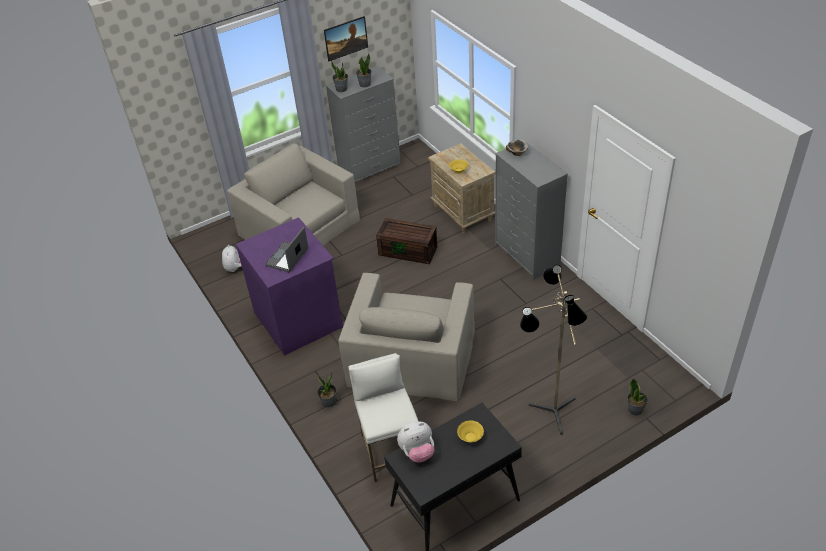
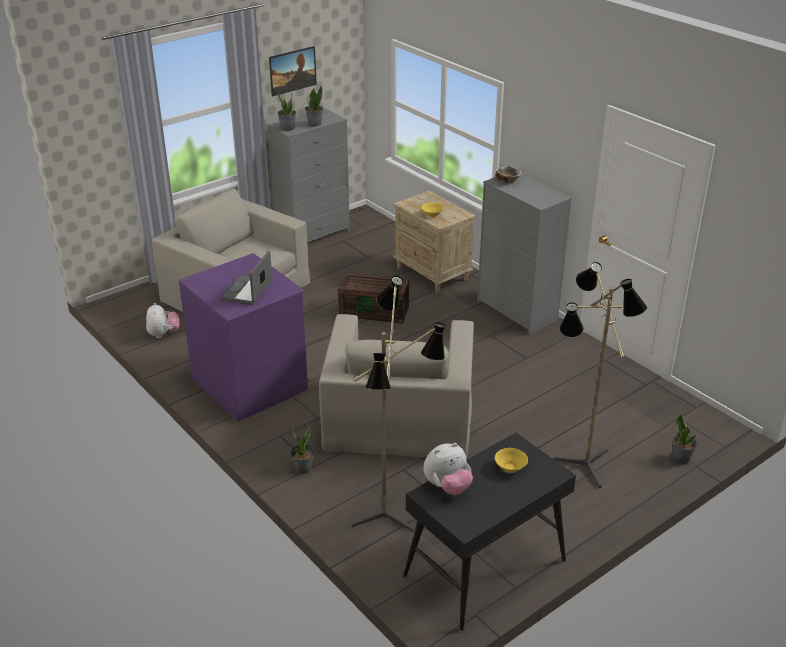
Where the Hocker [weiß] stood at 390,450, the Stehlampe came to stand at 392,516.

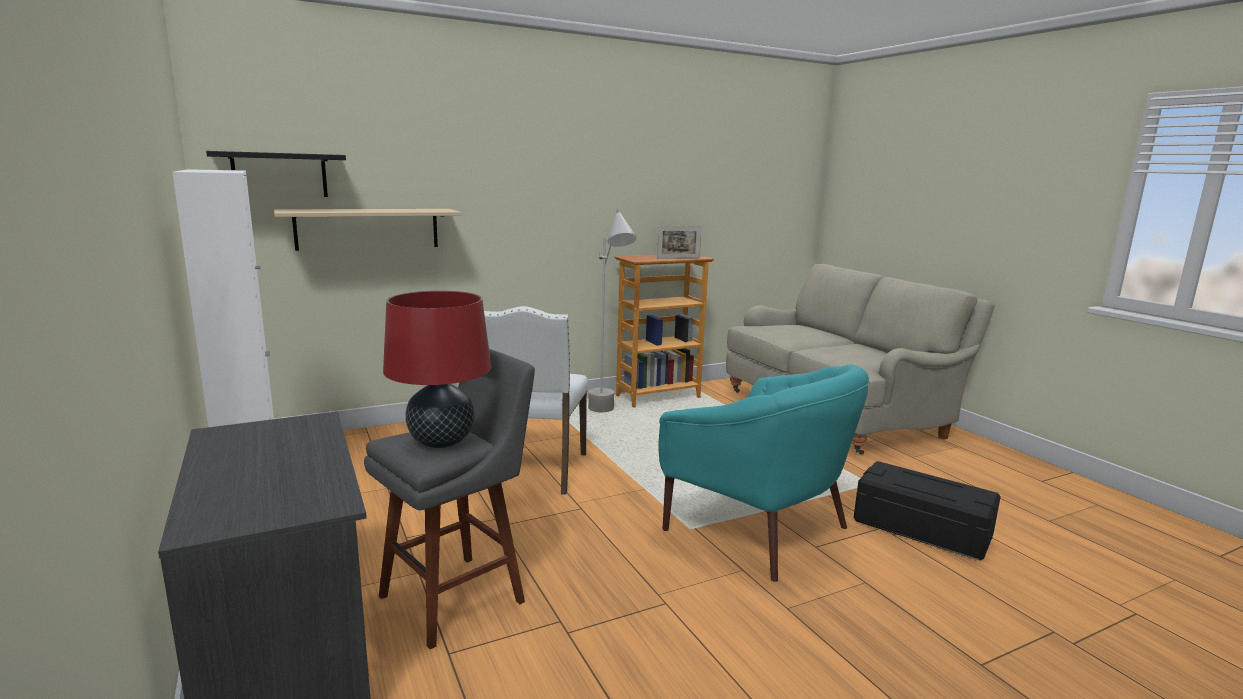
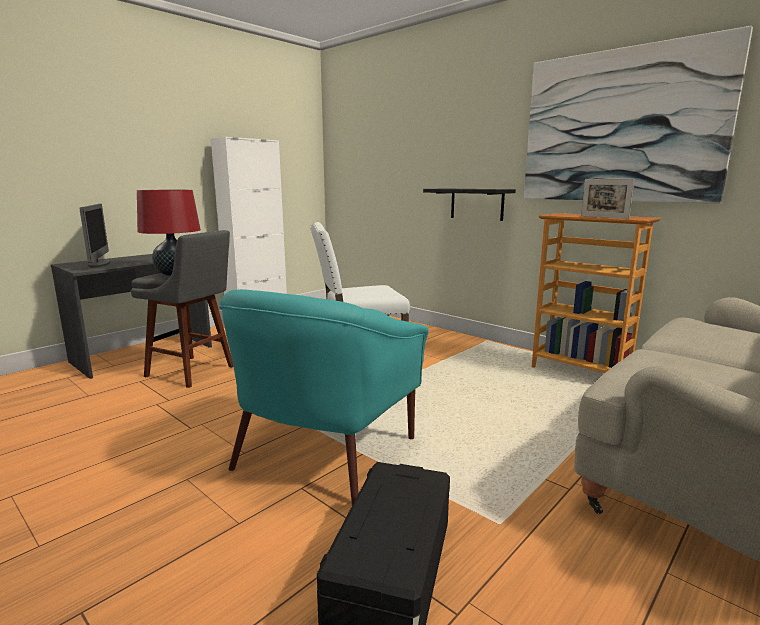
The Wandregal [schwarz] ended up elsewhere, having gone from 280,175 to 477,204. The second view lost the Wandregal [beige] at 368,228. The second view lost the Stehlampe [grau] at 608,415. The second view gained the Monitor at 99,264. The second view gained the Bild at 620,127.

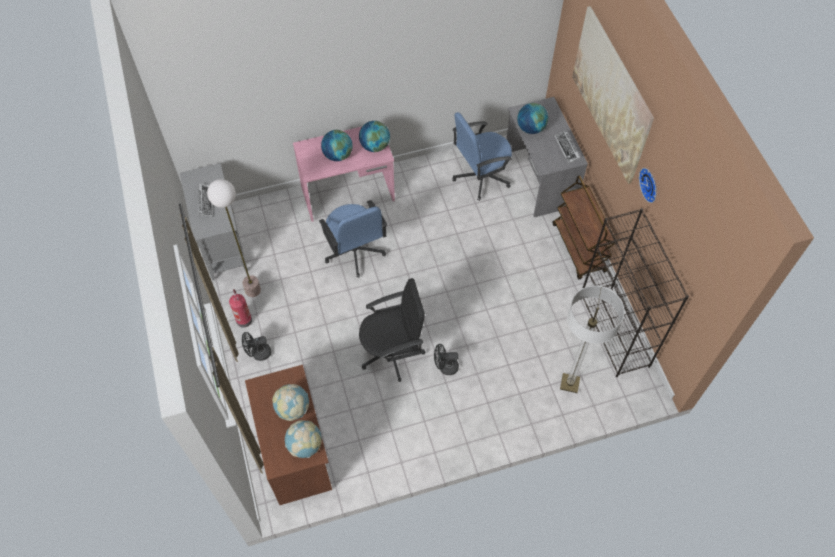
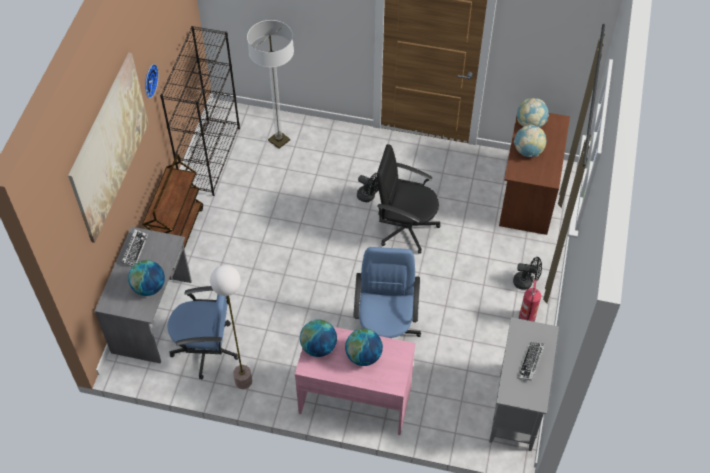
The Stehlampe ended up elsewhere, having gone from 252,290 to 243,381.

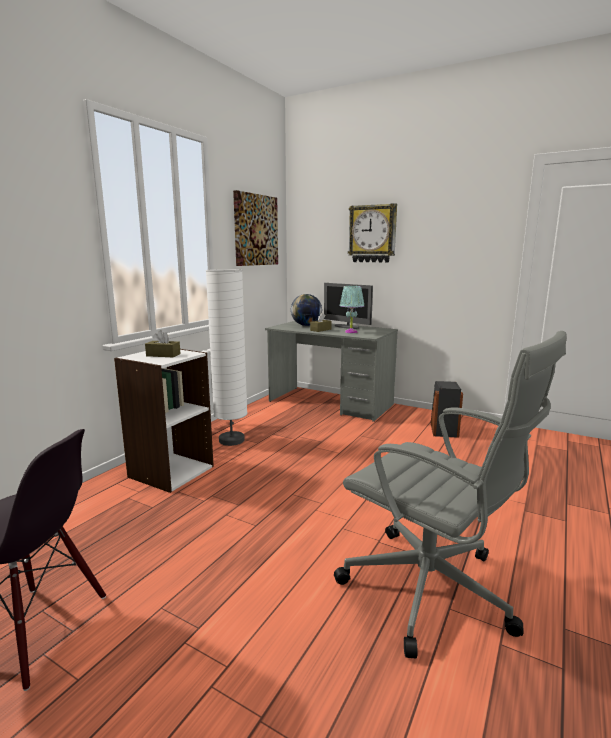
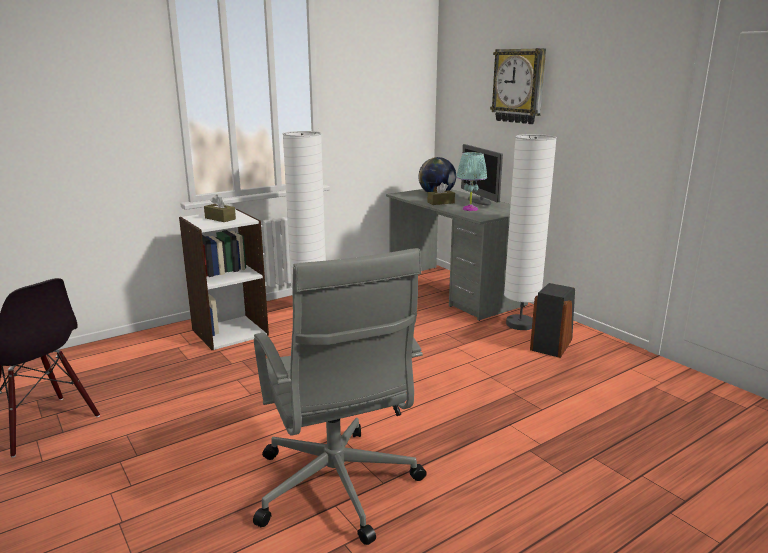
The second view lost the Bild at 255,230. The second view gained the Stehlampe [weiß] at 520,324.

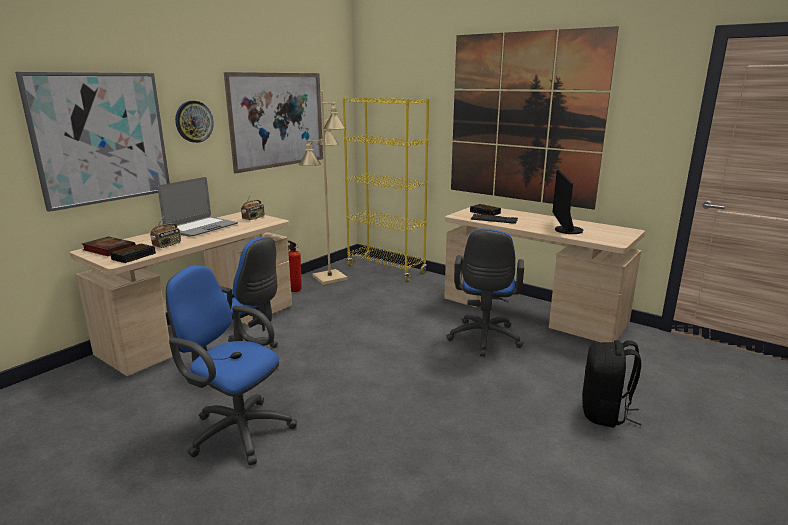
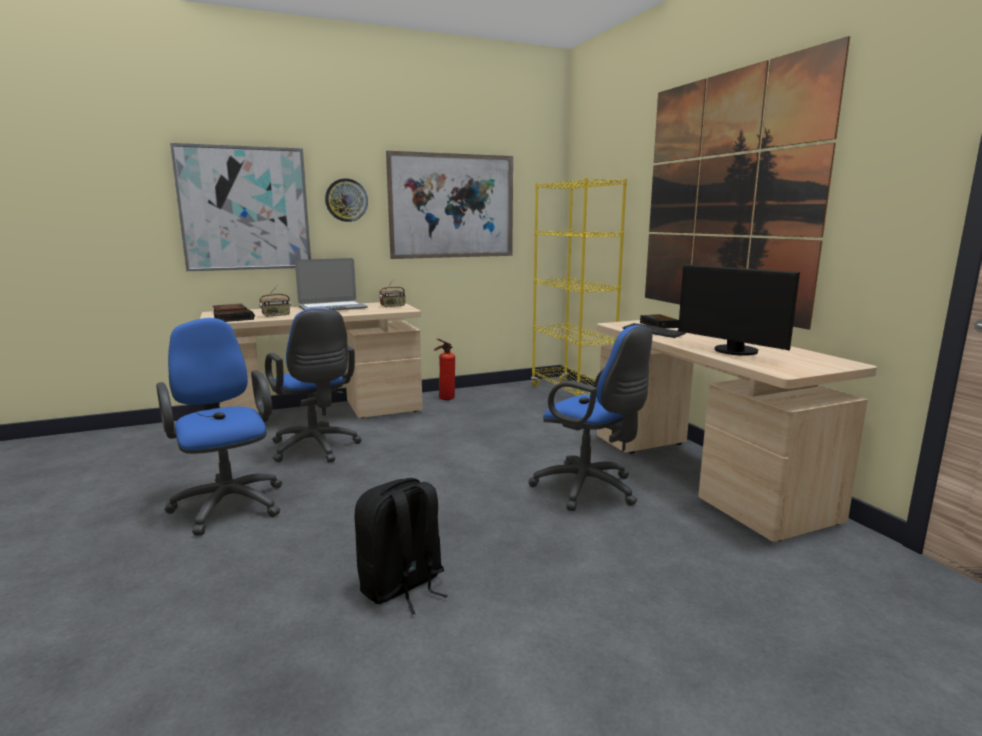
The second view lost the Stehlampe [beige] at 329,278. The Bürostuhl [blau] at 484,340 ended up facing another way, 90 degrees counterclockwise from before. The Monitor at 565,230 ended up facing another way, 75 degrees counterclockwise from before. The Rucksack [schwarz] ended up elsewhere, having gone from 605,413 to 402,587.

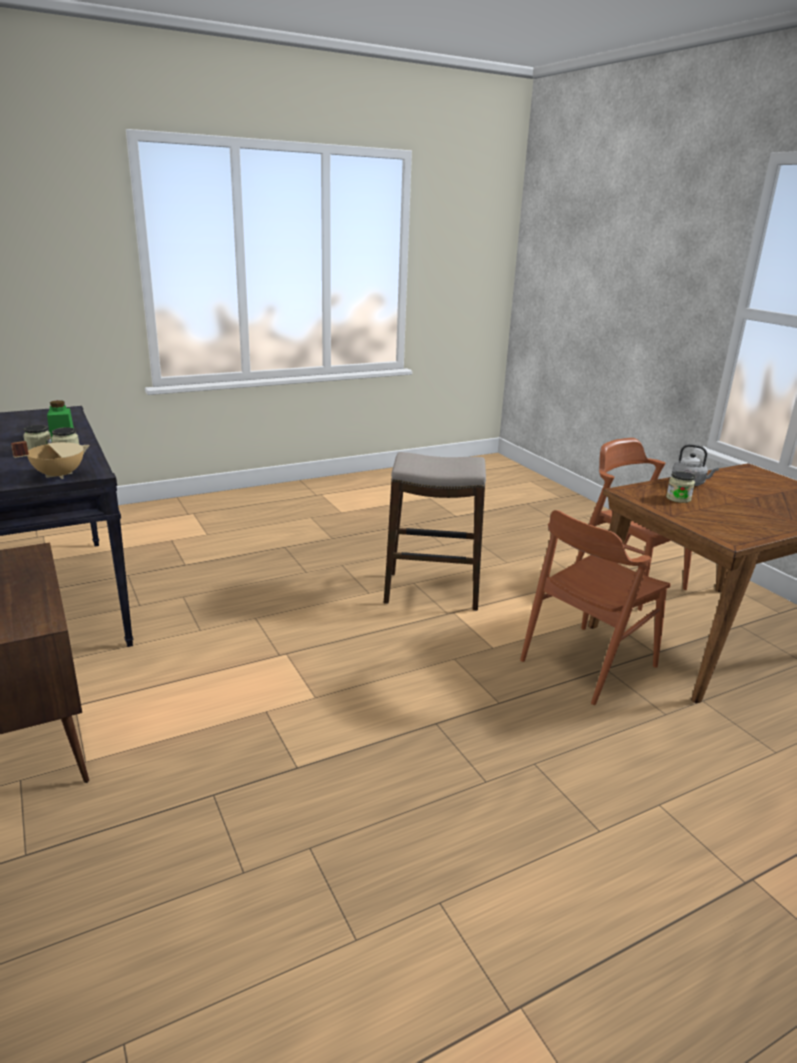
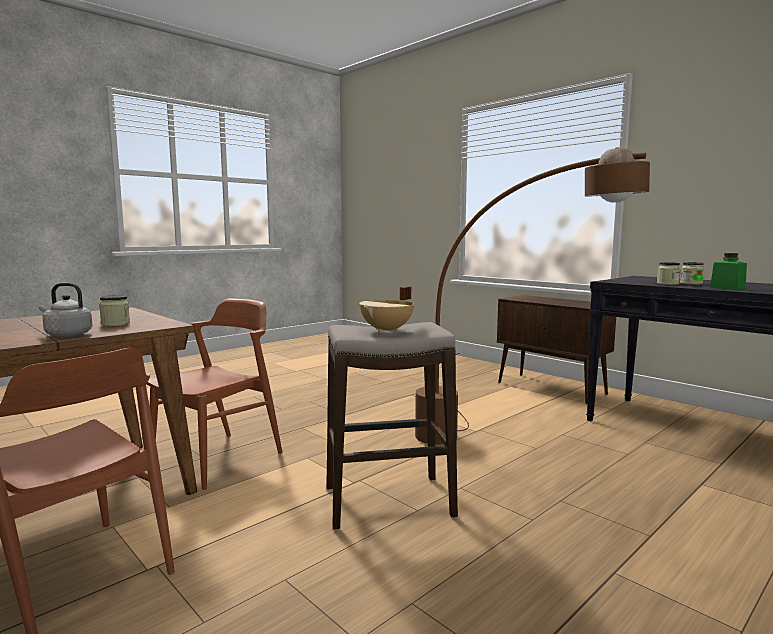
The Kochtopf [beige] ended up elsewhere, having gone from 58,475 to 387,330. The second view gained the Stehlampe [braun] at 492,442.

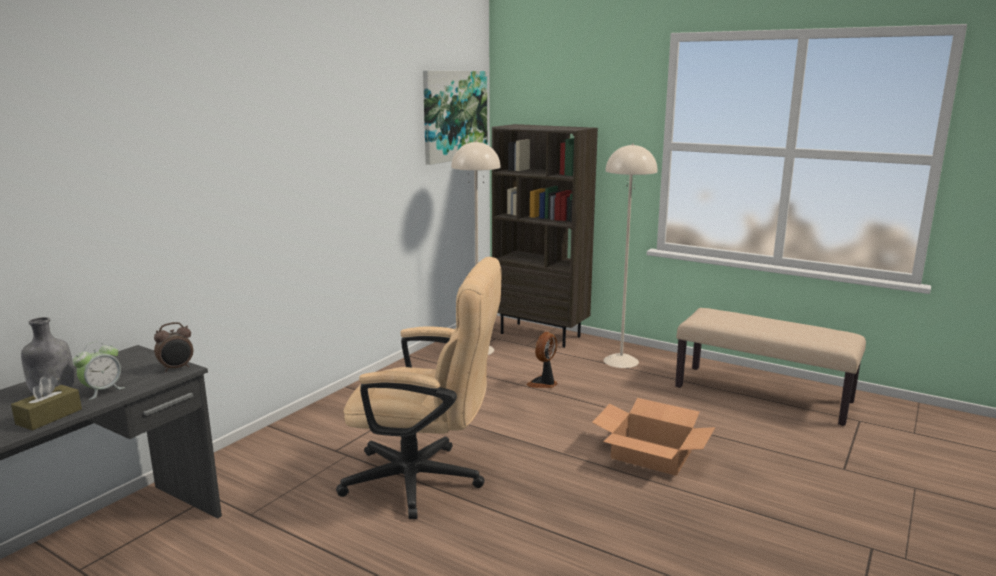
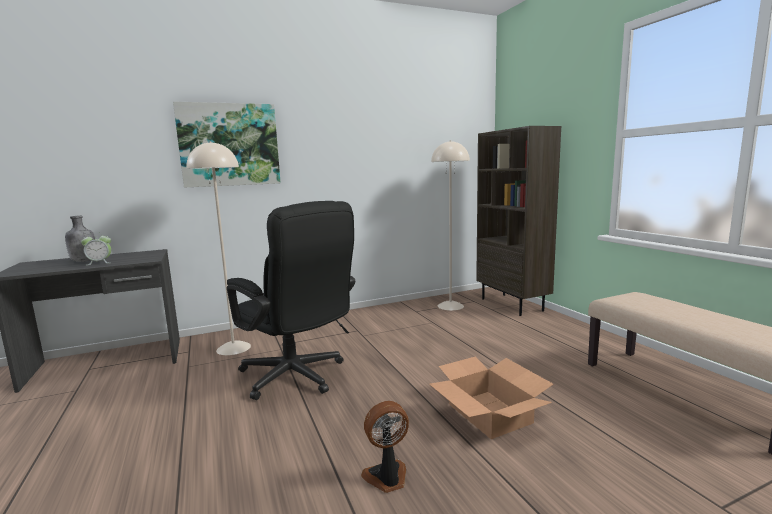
The second view lost the Taschentuchbox [braun] at 49,417. The second view lost the Wecker at 177,368. What was the Bürostuhl [beige] at 426,481 turned into the Bürostuhl [schwarz] at 298,378. The Bild ended up elsewhere, having gone from 454,115 to 229,145. The Ventilator ended up elsewhere, having gone from 544,383 to 387,478. The Stehlampe [beige] ended up elsewhere, having gone from 620,361 to 233,348.

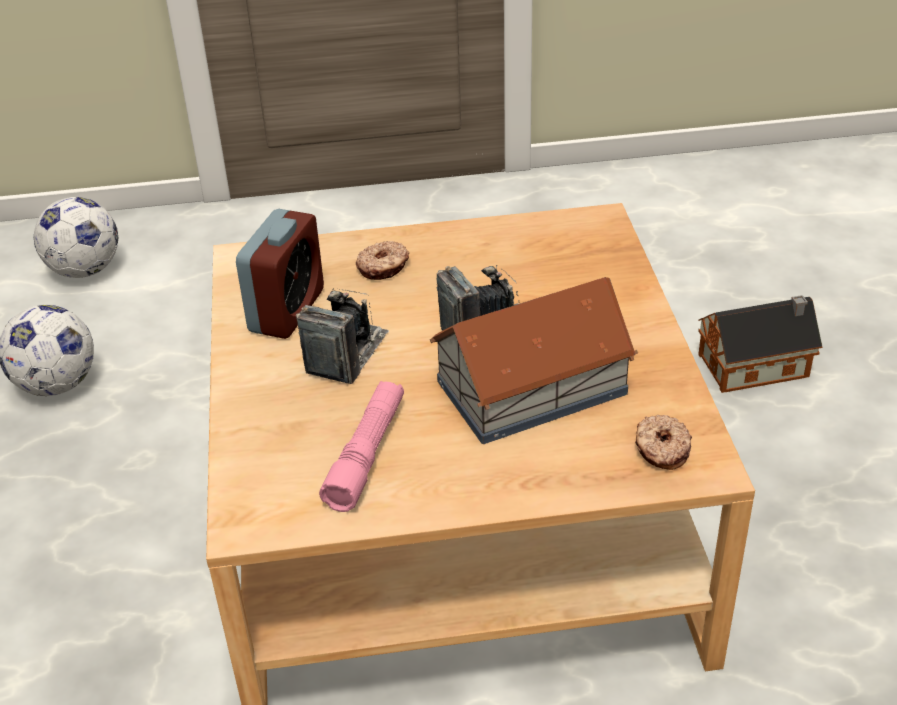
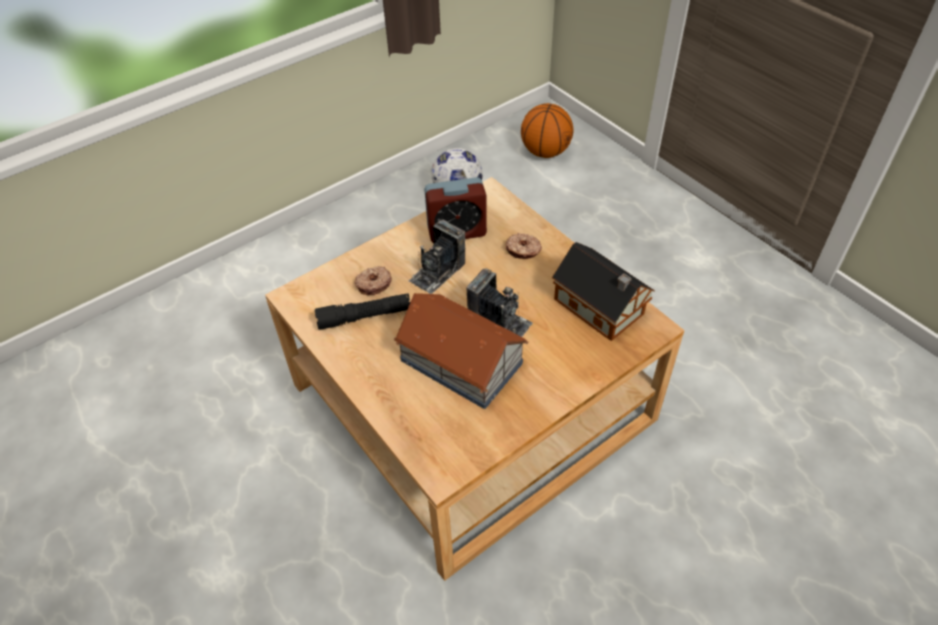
Where the Fußball stood at 85,270, the Basketball came to stand at 545,152. The Kamera at 347,354 ended up facing another way, 135 degrees clockwise from before. What was the Taschenlampe [rosa] at 367,454 turned into the Taschenlampe [schwarz] at 365,317. The Donut ended up elsewhere, having gone from 661,449 to 373,284. The Spielzeughaus ended up elsewhere, having gone from 758,365 to 601,309.

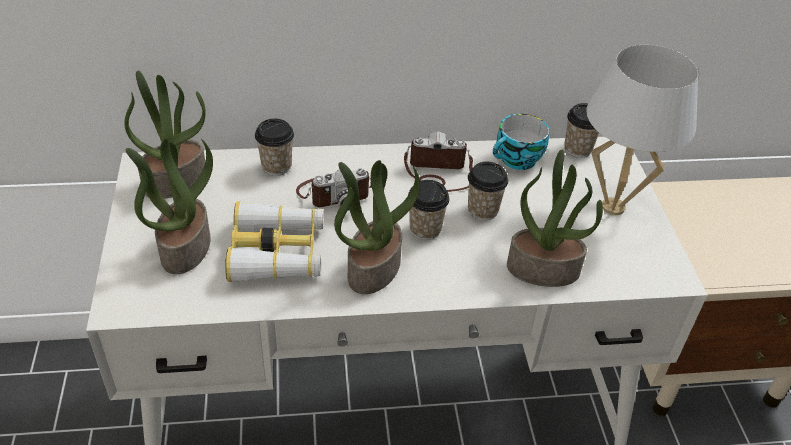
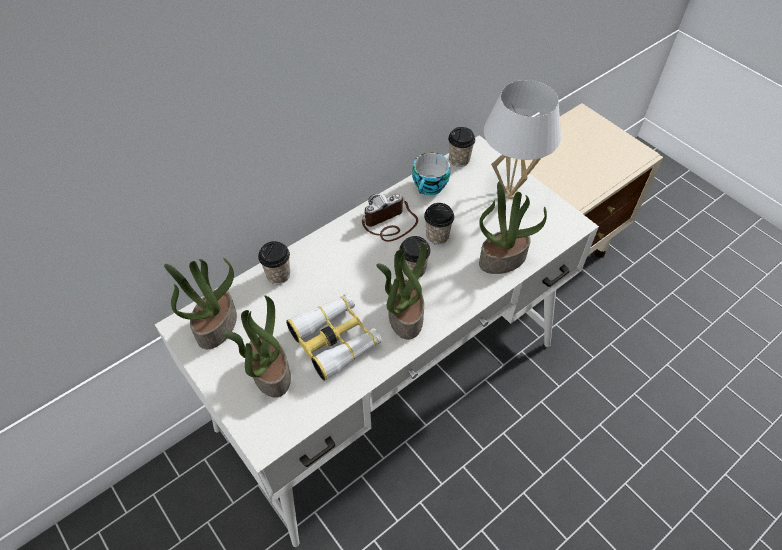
The second view lost the Kamera at 335,193.

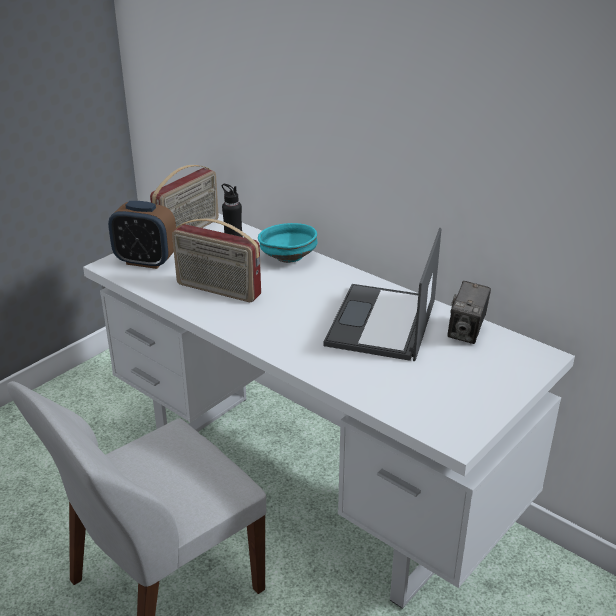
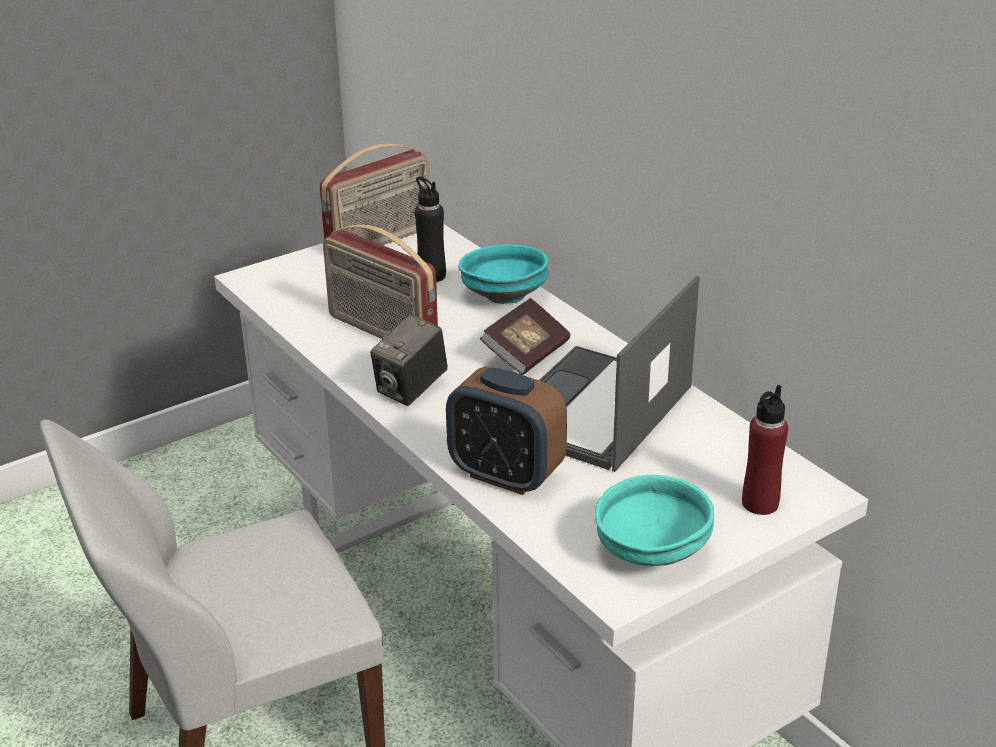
The Wecker ended up elsewhere, having gone from 146,261 to 506,475. The Kamera ended up elsewhere, having gone from 466,332 to 411,390. The second view gained the Buch at 526,354. The second view gained the Schüssel [türkis] at 649,551. The second view gained the Flasche [rot] at 760,503.

